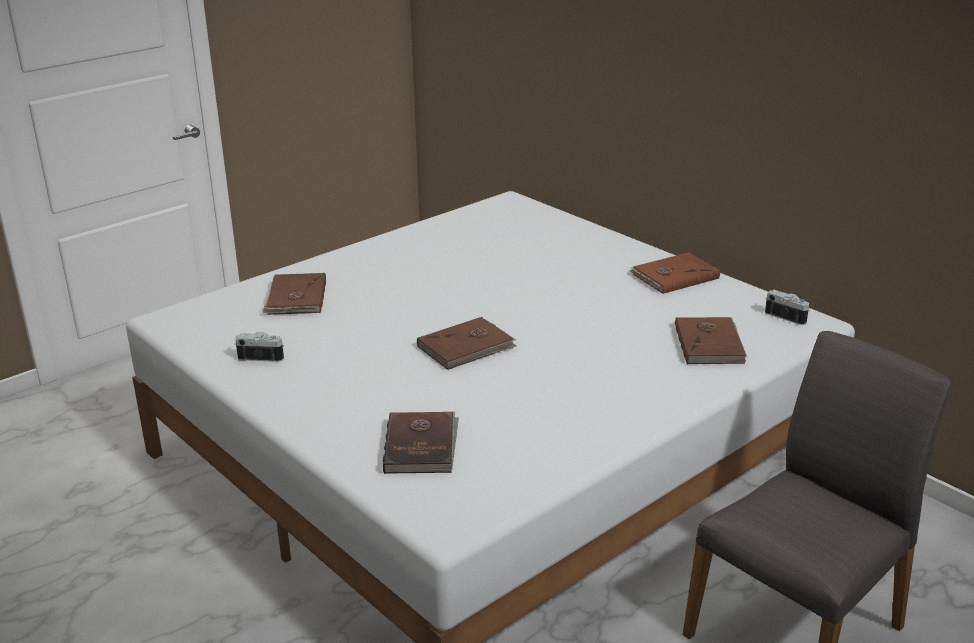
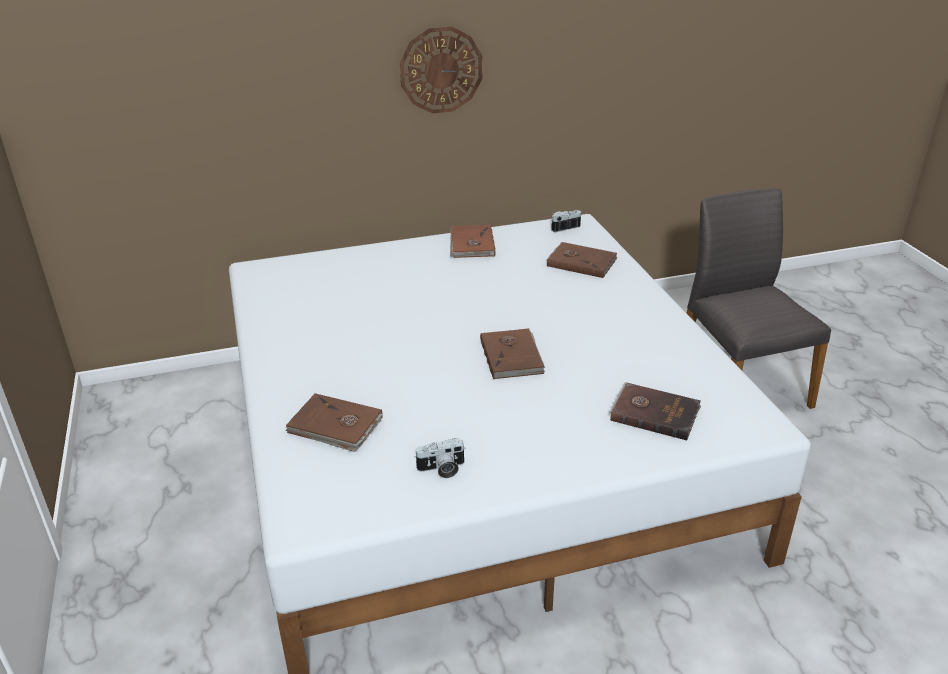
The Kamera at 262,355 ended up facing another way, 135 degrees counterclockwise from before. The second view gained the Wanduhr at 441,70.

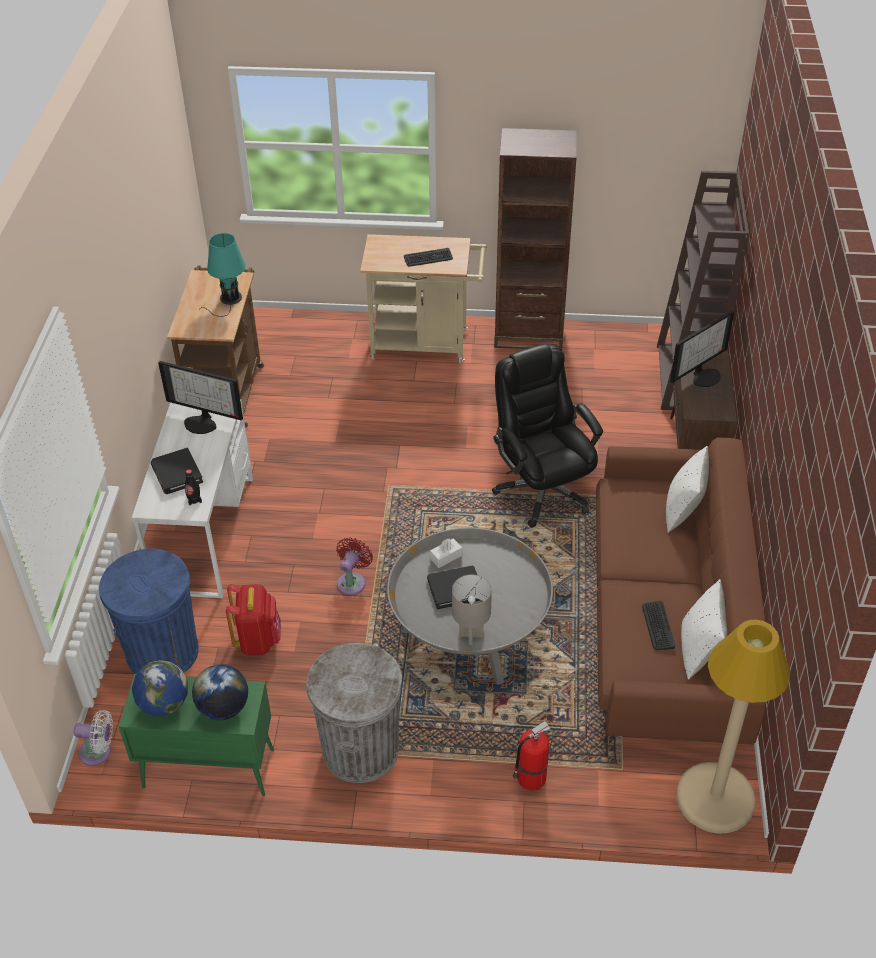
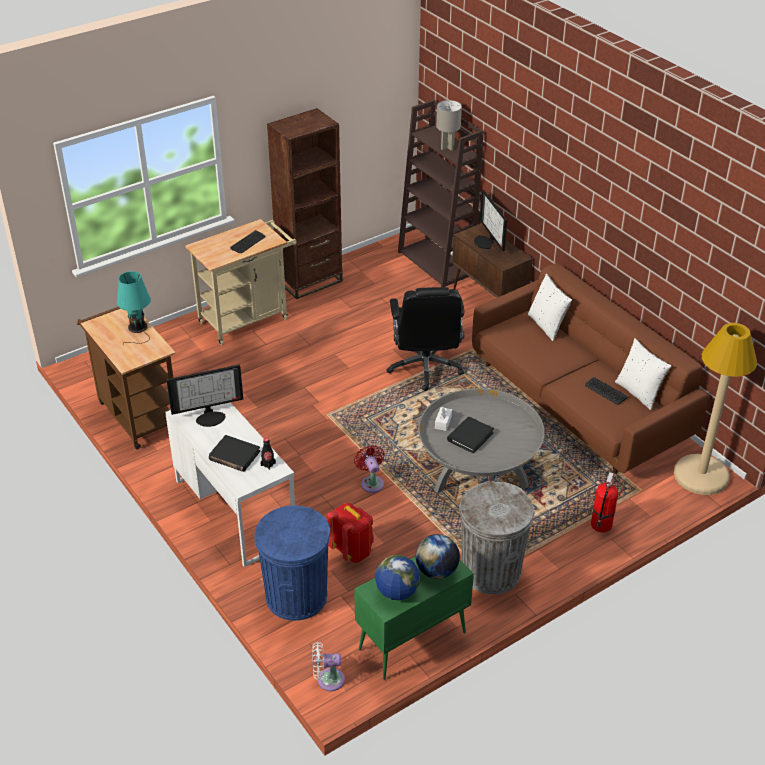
The Ventilator [weiß] at 98,752 ended up facing another way, 150 degrees counterclockwise from before. The Tischlampe [grau] ended up elsewhere, having gone from 471,635 to 447,147. The Bürostuhl [schwarz] at 542,490 ended up facing another way, 120 degrees counterclockwise from before. The Monitor at 704,376 ended up facing another way, 150 degrees clockwise from before.

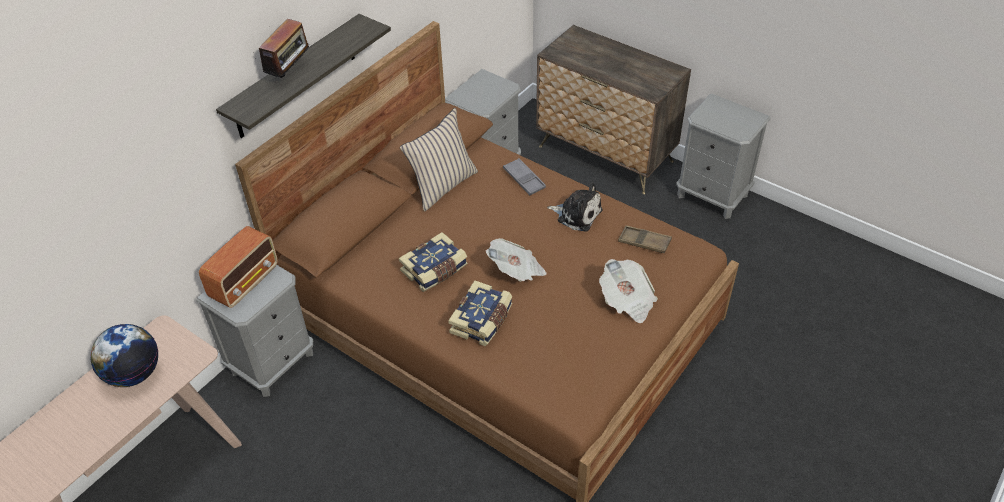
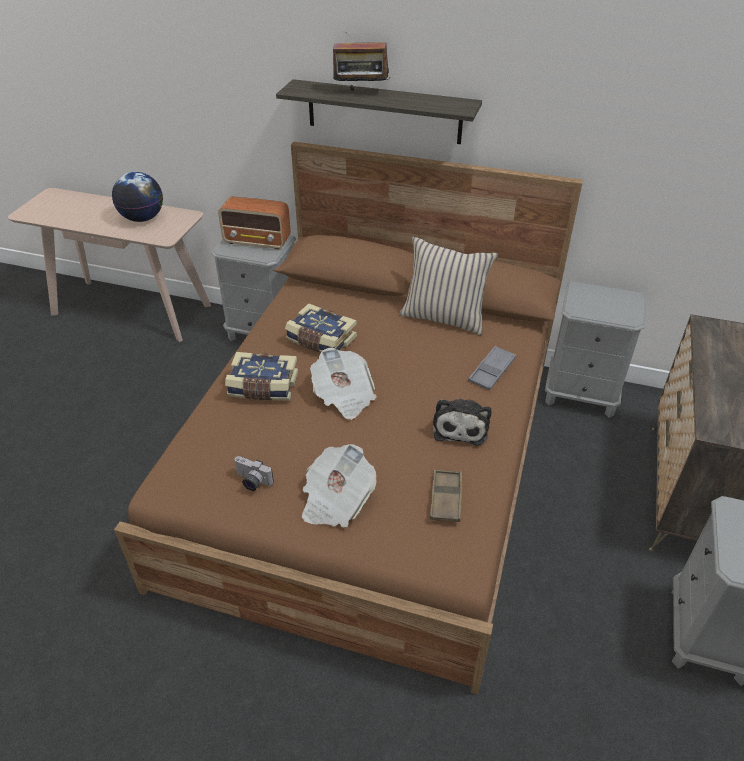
The second view gained the Kamera at 251,482.

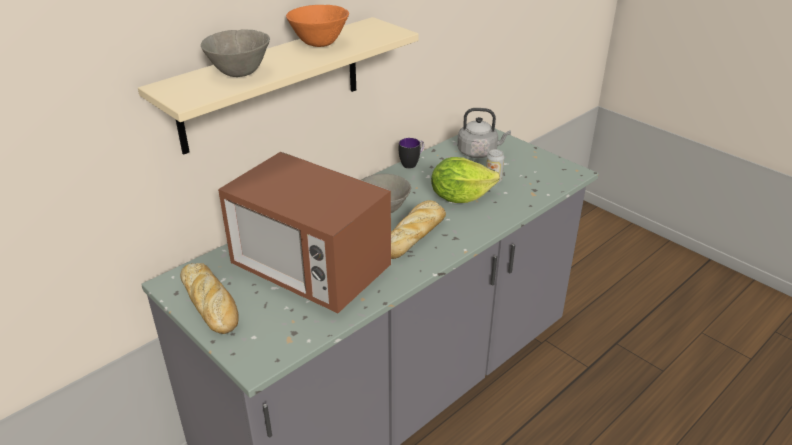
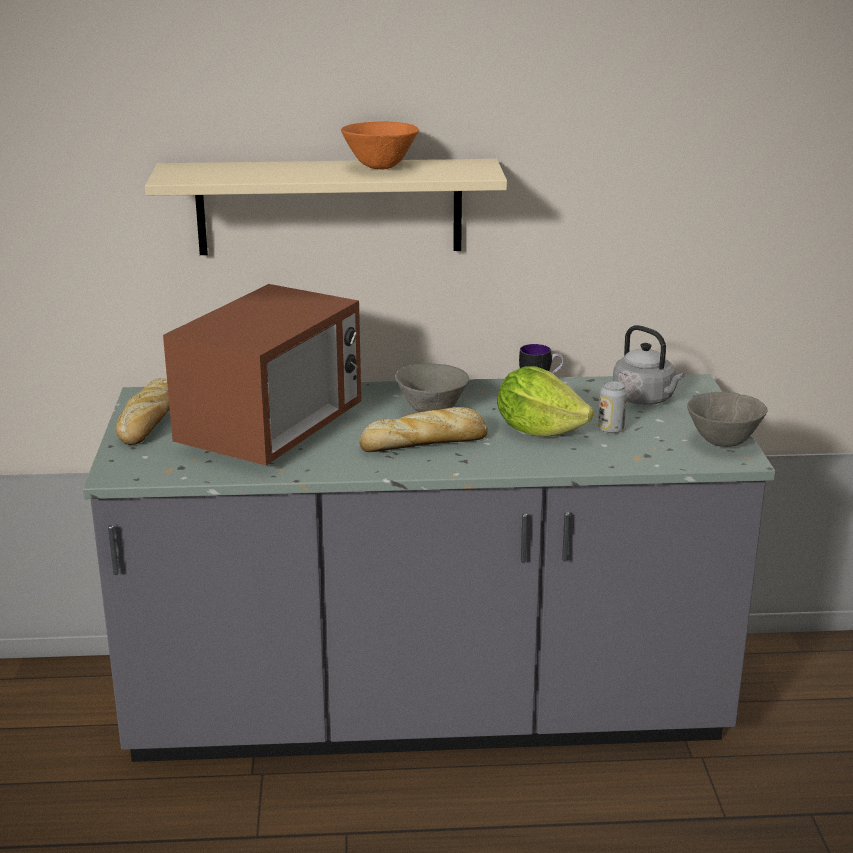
The Schüssel [grau] ended up elsewhere, having gone from 239,74 to 722,442. The Mikrowelle at 310,271 ended up facing another way, 135 degrees counterclockwise from before.

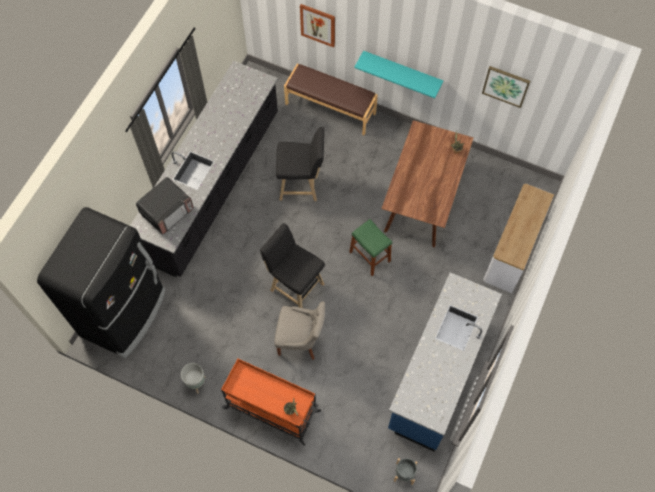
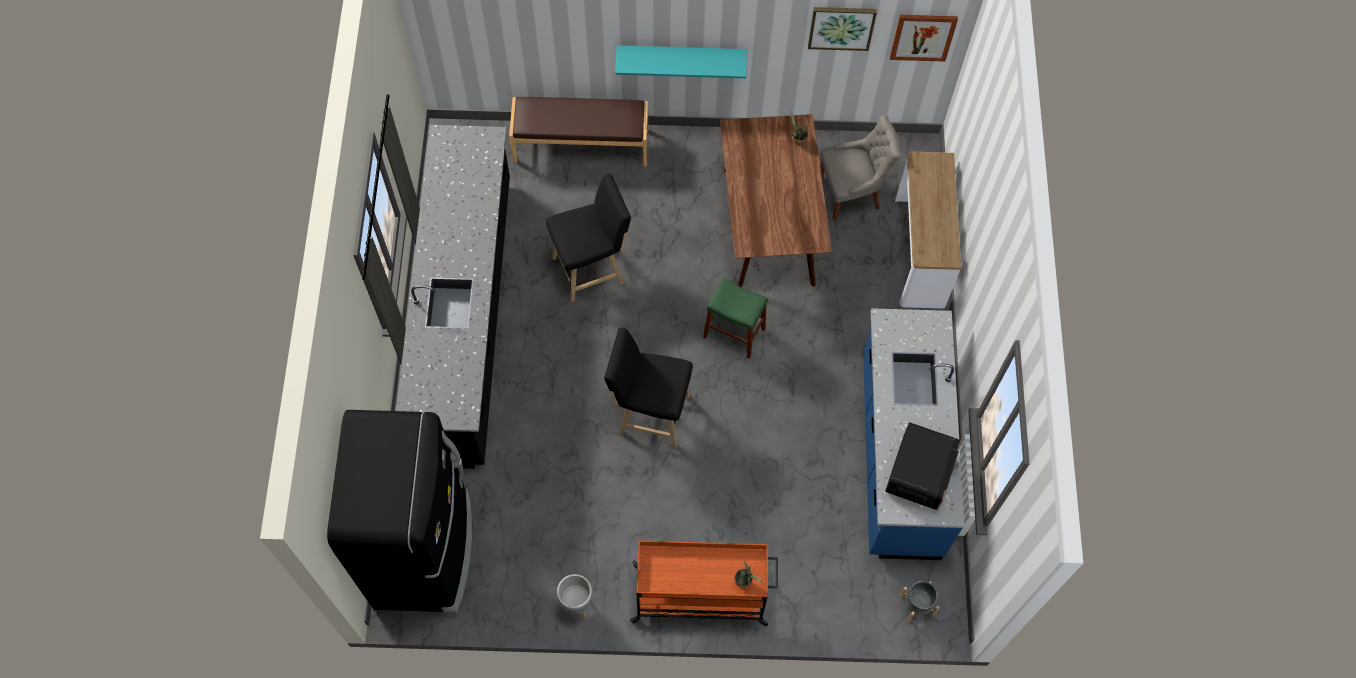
The Mikrowelle ended up elsewhere, having gone from 167,211 to 920,472. The Stuhl [grau] ended up elsewhere, having gone from 300,340 to 851,193. The Bild ended up elsewhere, having gone from 318,25 to 923,36.

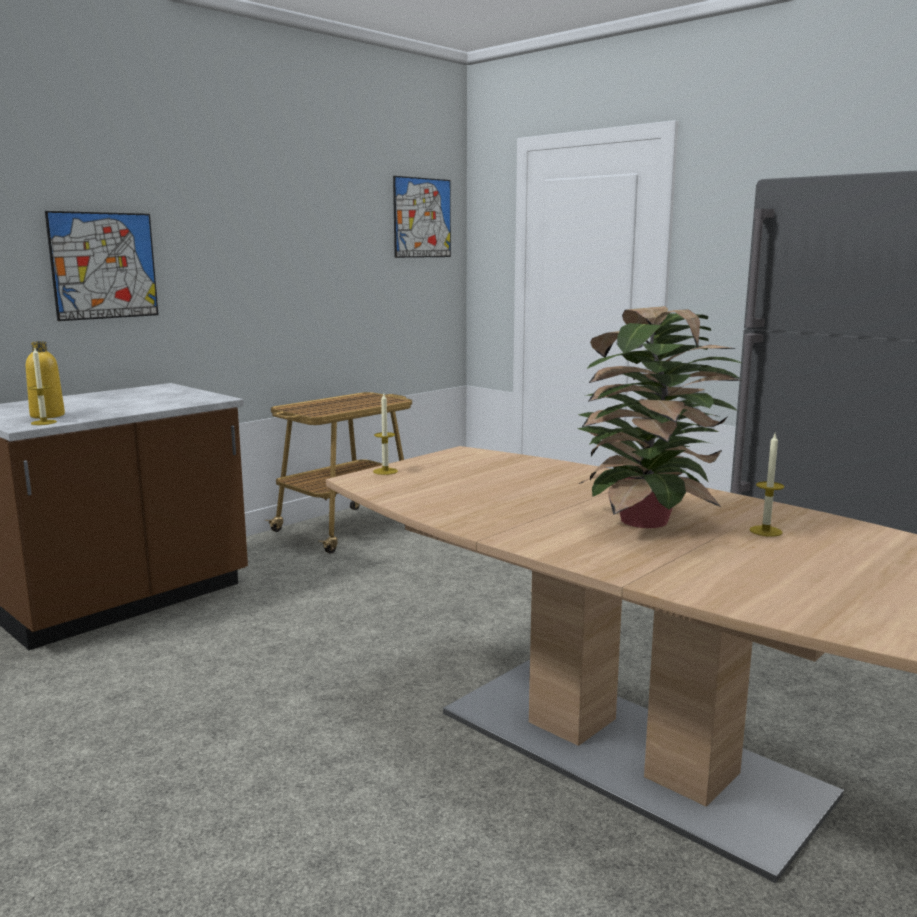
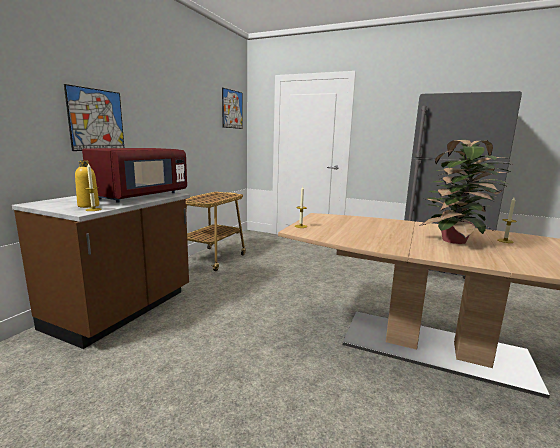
The second view gained the Mikrowelle [rot] at 140,196.

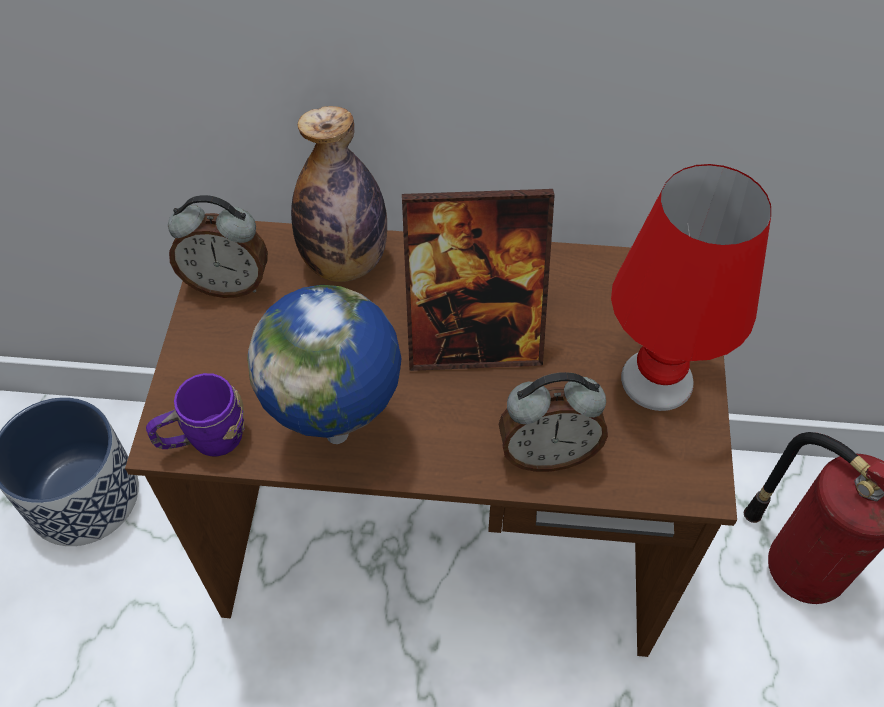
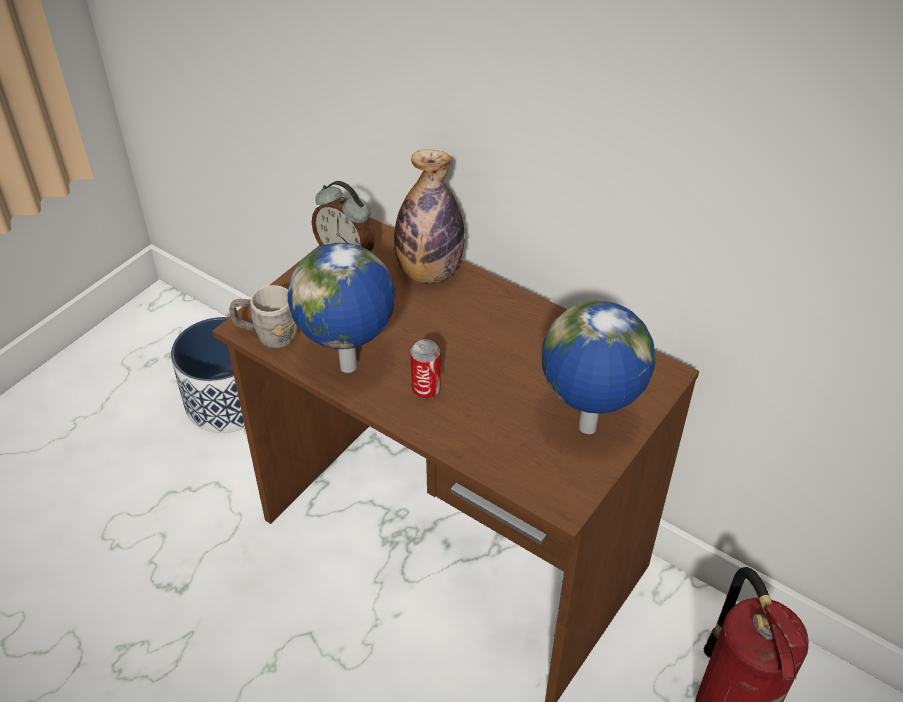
What was the Henkelbecher [lila] at 205,440 turned into the Henkelbecher [grau] at 267,335. The second view lost the Bilderrahmen at 474,342. The second view lost the Wecker at 547,453. Where the Tischlampe [rot] stood at 657,380, the Globus came to stand at 587,429. The second view gained the Dose at 426,389.

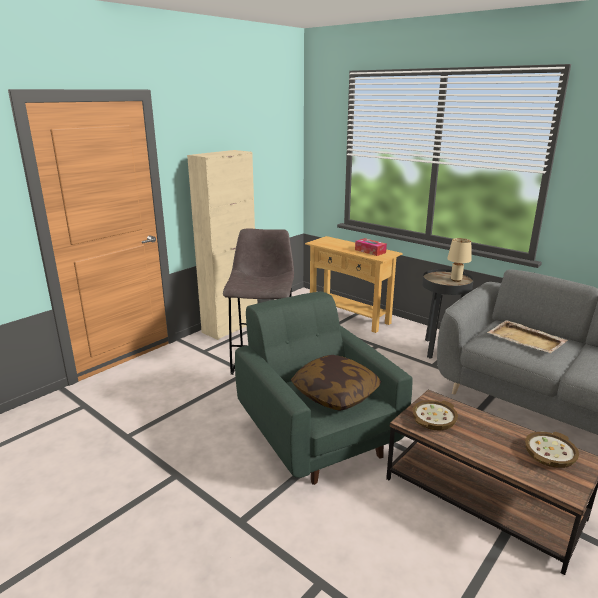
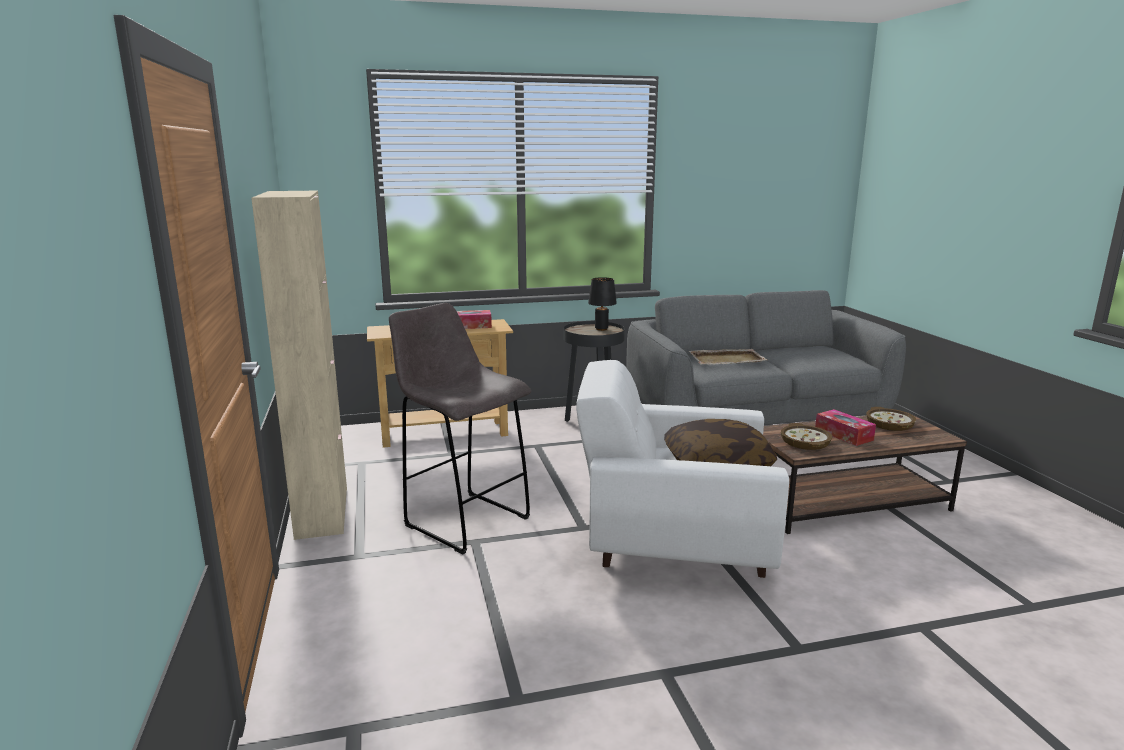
What was the Sessel [grün] at 317,434 turned into the Sessel [weiß] at 673,542. What was the Tischlampe [beige] at 456,279 turned into the Tischlampe [schwarz] at 601,329. The second view gained the Taschentuchbox at 843,434.

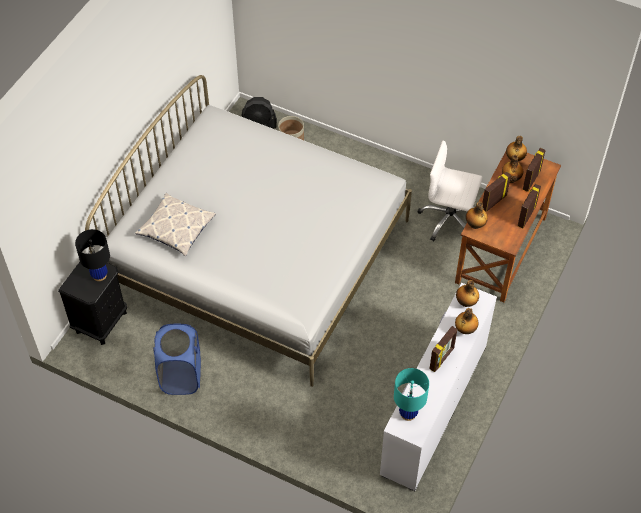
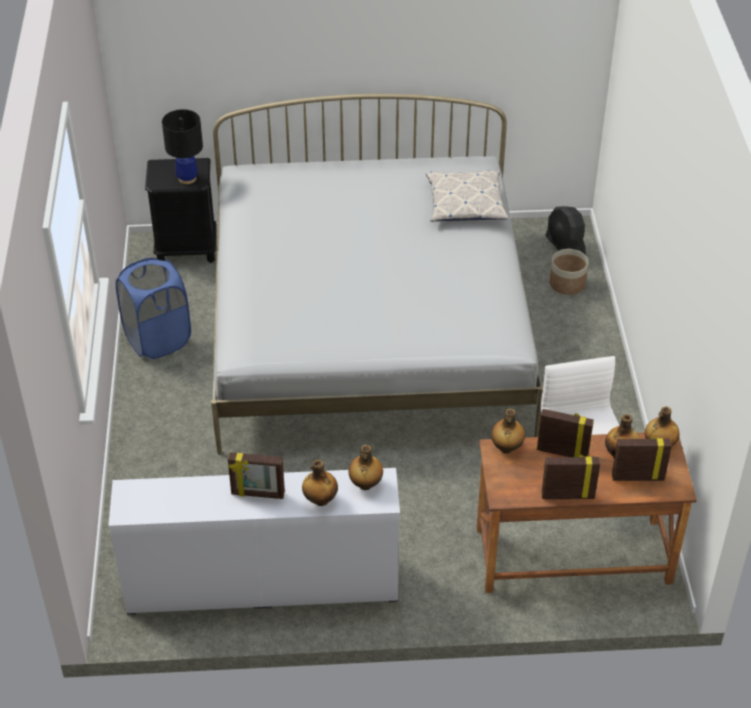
The Kissen ended up elsewhere, having gone from 176,228 to 465,203. The second view lost the Tischlampe [türkis] at 408,413.

